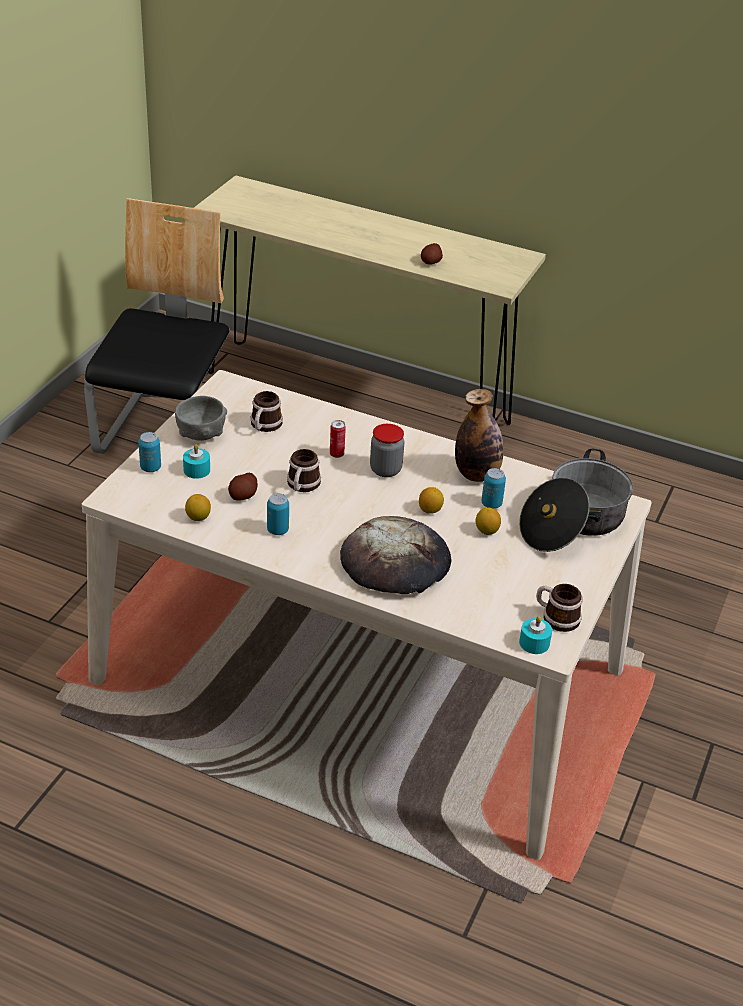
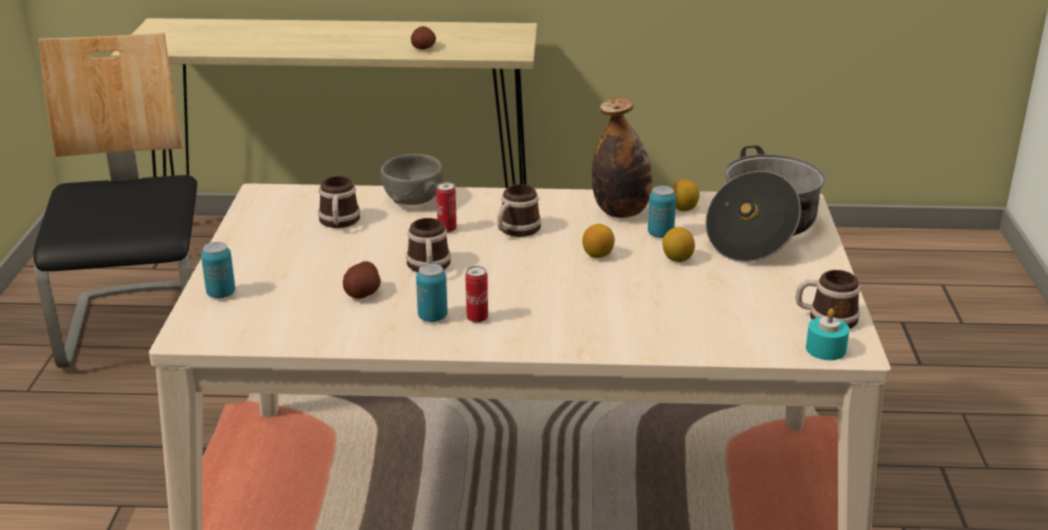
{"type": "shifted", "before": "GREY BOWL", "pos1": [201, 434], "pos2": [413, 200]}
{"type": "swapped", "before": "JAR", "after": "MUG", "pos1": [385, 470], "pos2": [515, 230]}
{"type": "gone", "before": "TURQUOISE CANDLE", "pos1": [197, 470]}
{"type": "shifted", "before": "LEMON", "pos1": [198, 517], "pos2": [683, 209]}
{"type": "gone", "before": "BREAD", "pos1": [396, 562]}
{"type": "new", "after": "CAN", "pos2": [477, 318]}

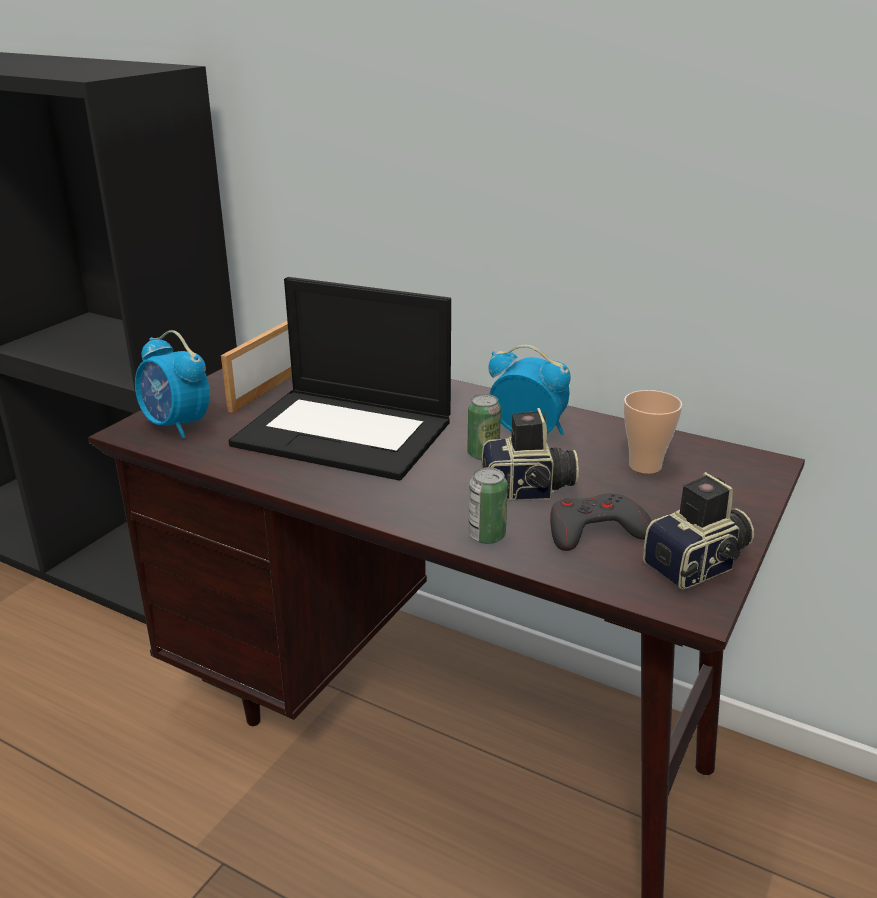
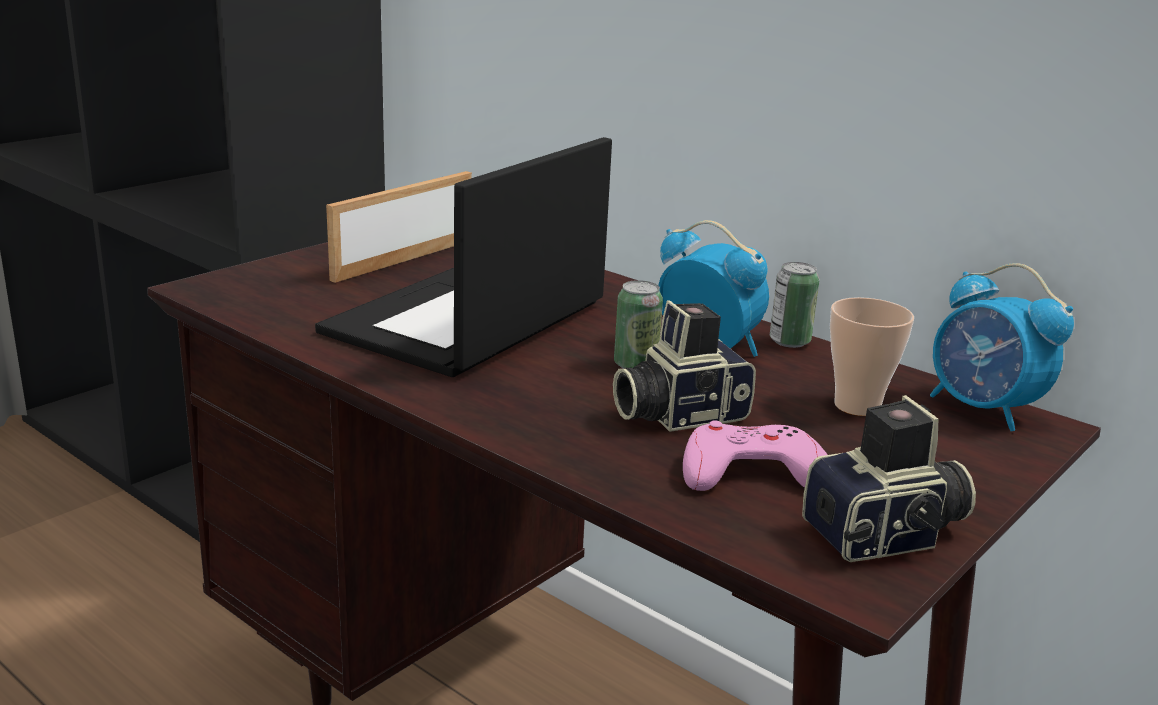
{"type": "rotated", "before": "LAPTOP", "pos1": [347, 432], "pos2": [467, 320], "turn": 90}
{"type": "shifted", "before": "ALARM CLOCK", "pos1": [176, 425], "pos2": [983, 410]}
{"type": "rotated", "before": "PHOTO CAMERA", "pos1": [528, 491], "pos2": [678, 414], "turn": 150}
{"type": "shifted", "before": "CAN", "pos1": [486, 536], "pos2": [789, 341]}
{"type": "repainted", "before": "GREY GAME CONTROLLER", "after": "PINK GAME CONTROLLER", "pos1": [595, 530], "pos2": [751, 472]}

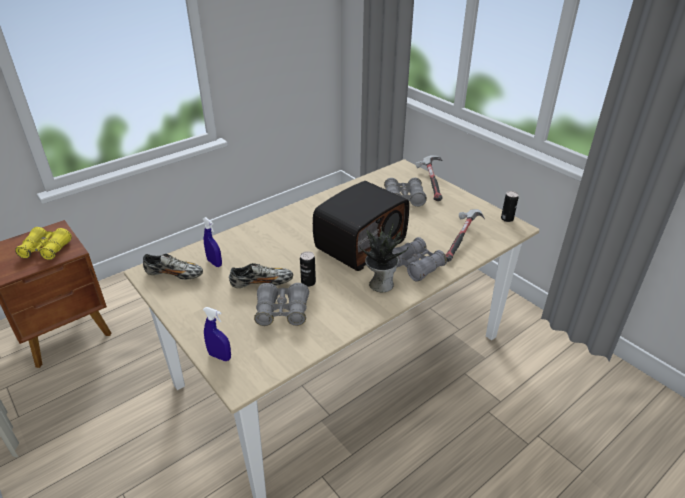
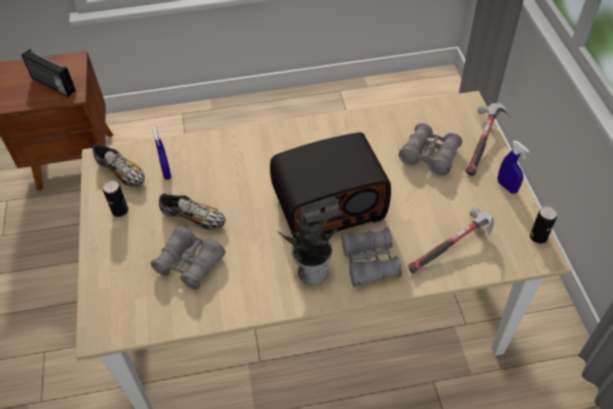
{"type": "swapped", "before": "YELLOW BINOCULARS", "after": "RADIO", "pos1": [46, 250], "pos2": [52, 85]}
{"type": "shifted", "before": "CAN", "pos1": [308, 282], "pos2": [120, 210]}
{"type": "shifted", "before": "BLUE SPRAY BOTTLE", "pos1": [220, 356], "pos2": [507, 187]}

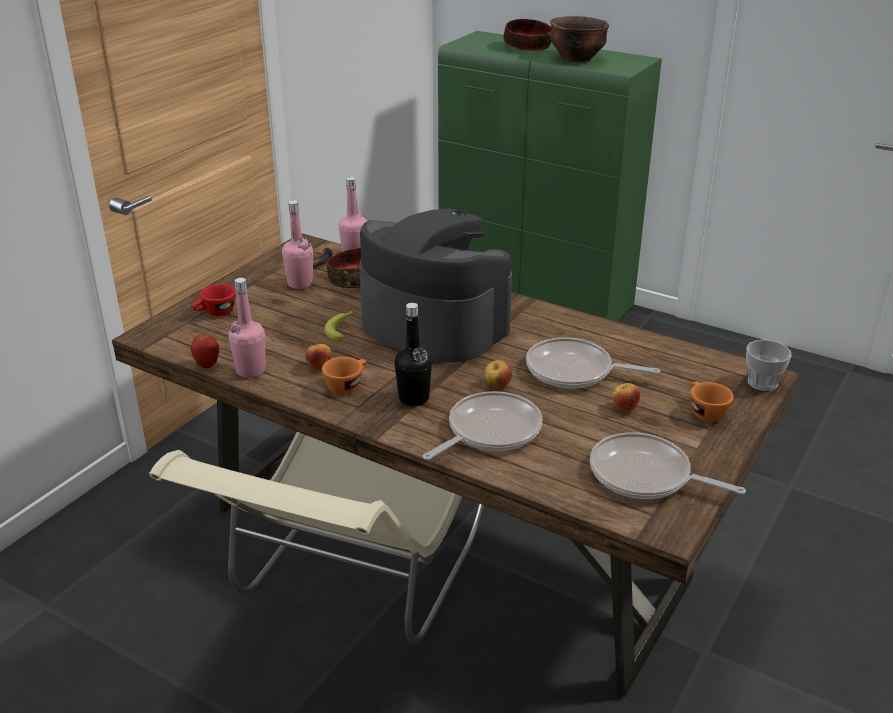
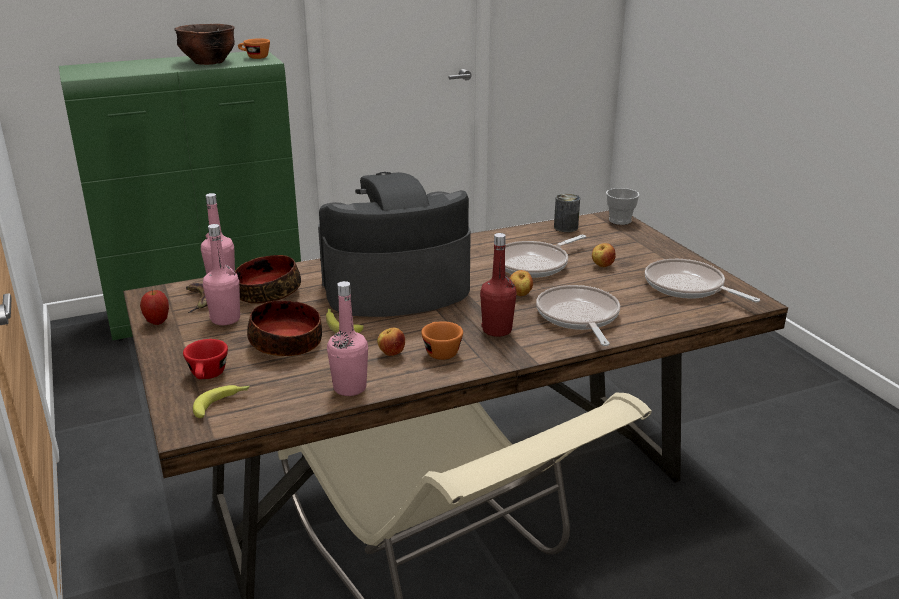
{"type": "shifted", "before": "BOWL", "pos1": [527, 47], "pos2": [286, 344]}
{"type": "repainted", "before": "BLACK BOTTLE", "after": "RED BOTTLE", "pos1": [414, 398], "pos2": [497, 330]}
{"type": "shifted", "before": "APPLE", "pos1": [207, 365], "pos2": [157, 322]}
{"type": "shifted", "before": "ORANGE CUP", "pos1": [704, 412], "pos2": [254, 57]}
{"type": "rotated", "before": "FRYING PAN", "pos1": [645, 476], "pos2": [688, 287], "turn": 75}
{"type": "new", "after": "CAN", "pos2": [565, 227]}
{"type": "new", "after": "BANANA", "pos2": [222, 404]}

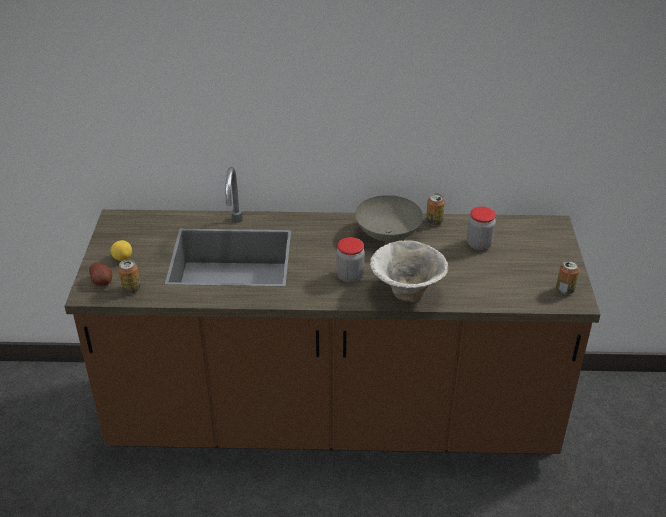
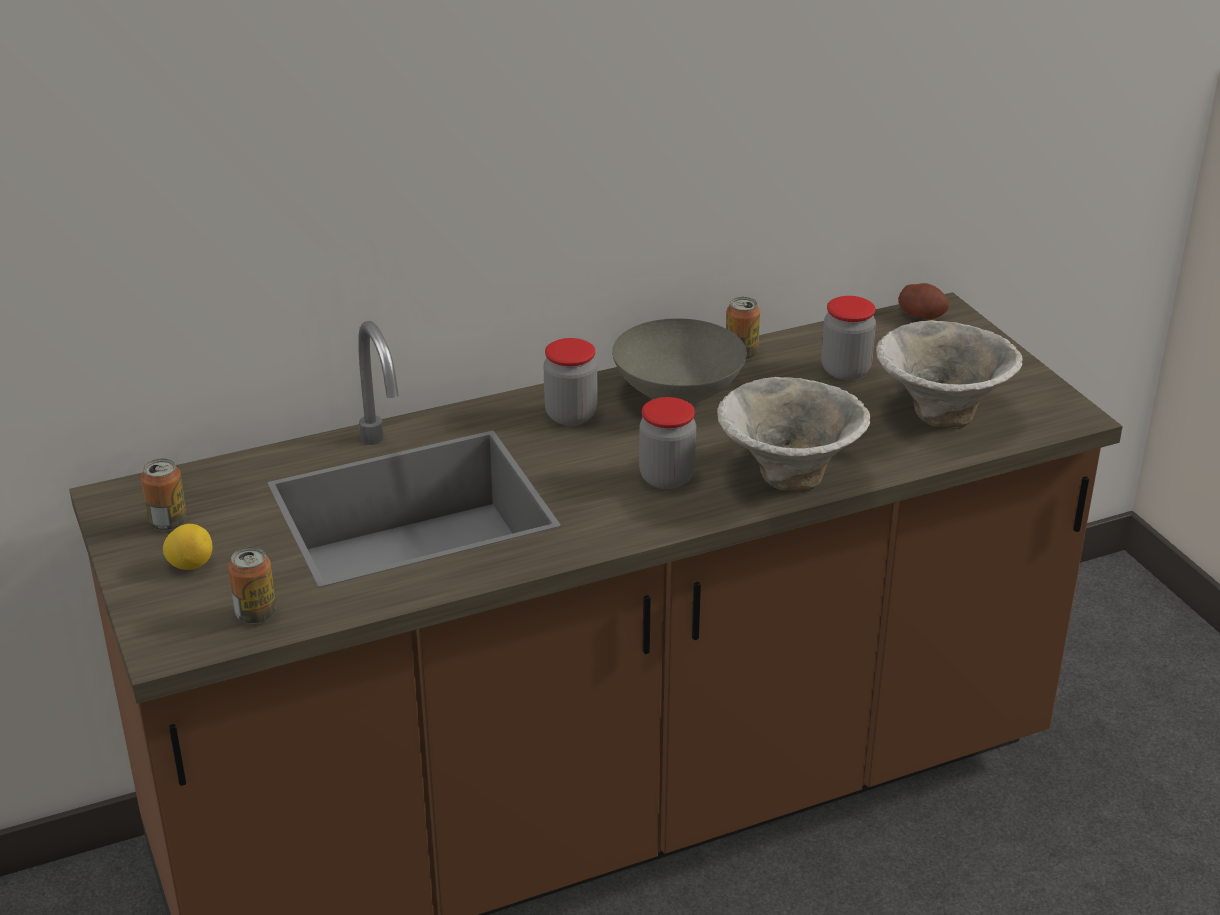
{"type": "shifted", "before": "CAN", "pos1": [565, 289], "pos2": [168, 522]}
{"type": "shifted", "before": "POTATO", "pos1": [102, 281], "pos2": [922, 315]}
{"type": "new", "after": "BOWL", "pos2": [939, 415]}
{"type": "new", "after": "JAR", "pos2": [571, 415]}

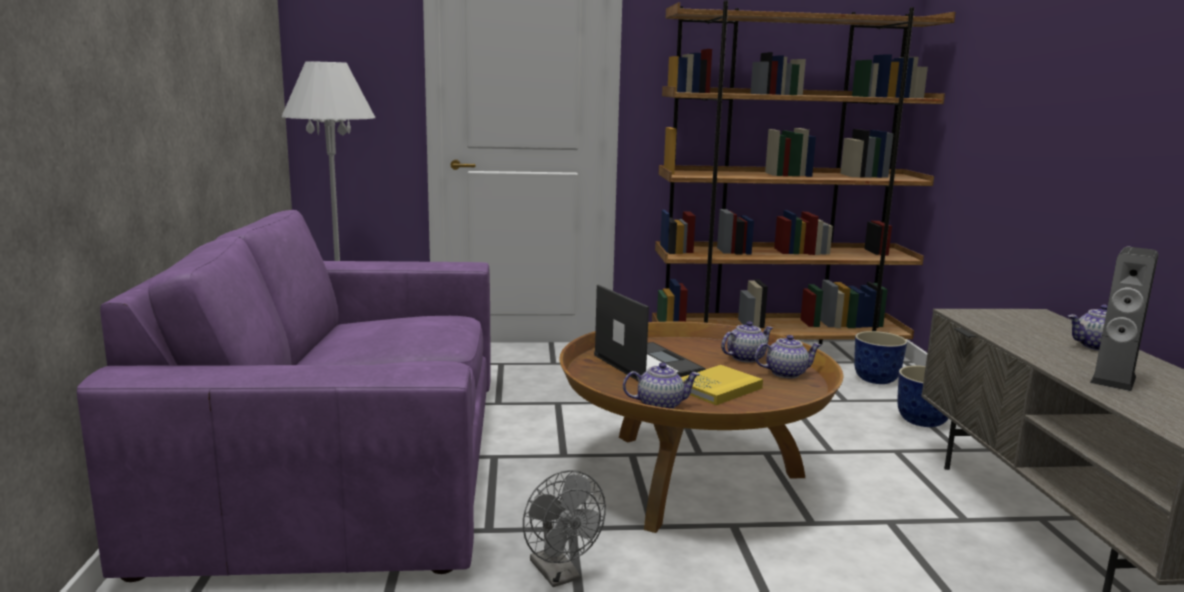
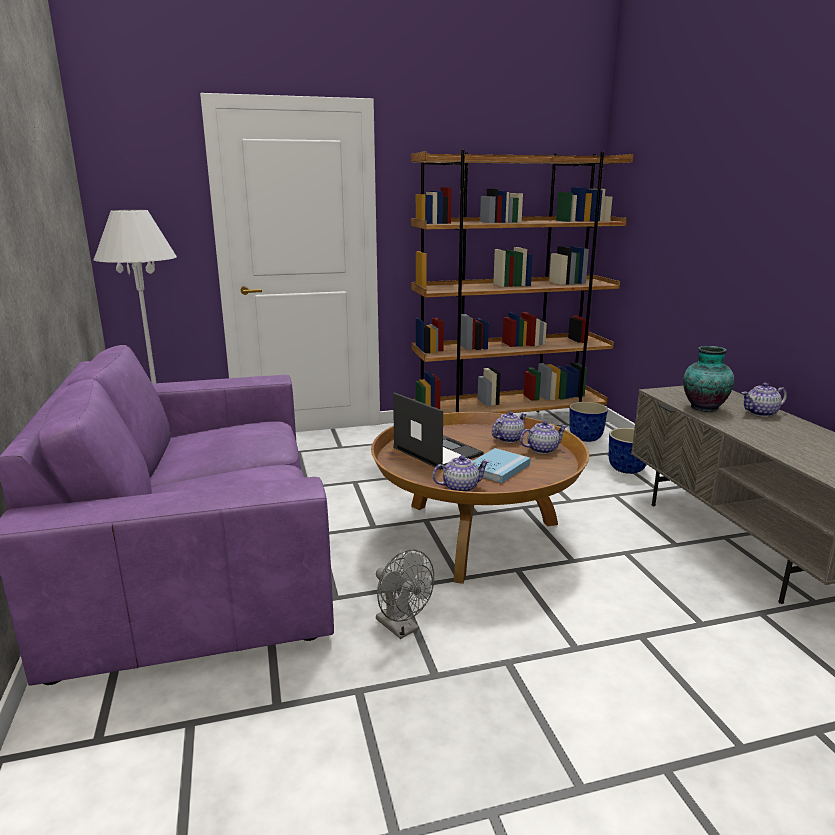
{"type": "gone", "before": "SPEAKER", "pos1": [1113, 380]}
{"type": "repainted", "before": "YELLOW BOOK", "after": "BLUE BOOK", "pos1": [718, 388], "pos2": [498, 468]}
{"type": "new", "after": "VASE", "pos2": [702, 408]}

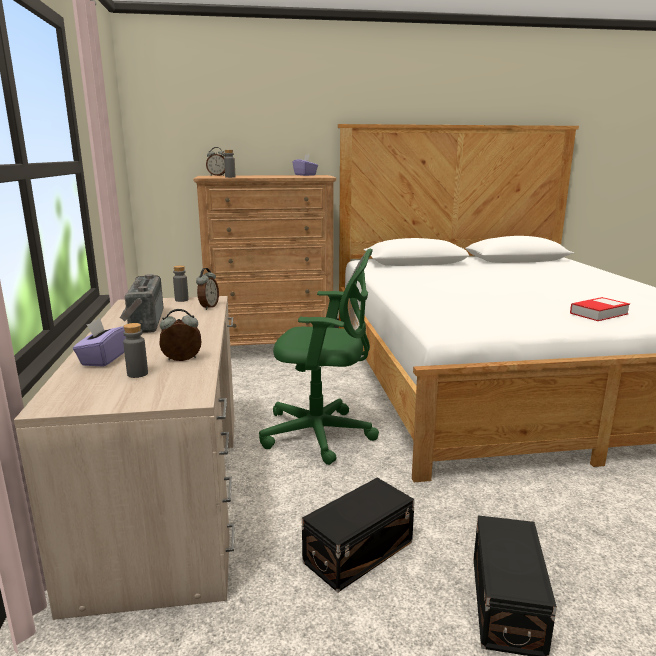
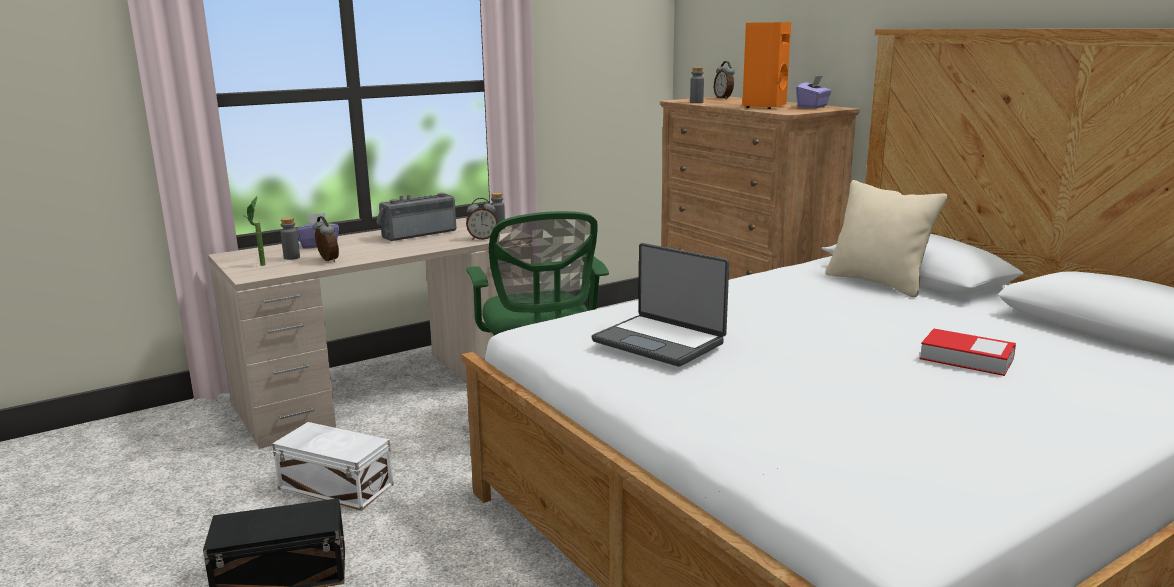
{"type": "shifted", "before": "BOOK", "pos1": [599, 313], "pos2": [966, 359]}
{"type": "repainted", "before": "BLACK STORAGE BOX", "after": "WHITE STORAGE BOX", "pos1": [356, 551], "pos2": [336, 486]}
{"type": "new", "after": "ORANGE SPEAKER", "pos2": [763, 107]}
{"type": "new", "after": "BEIGE PILLOW", "pos2": [877, 283]}
{"type": "new", "after": "POTTED PLANT", "pos2": [260, 266]}
{"type": "new", "after": "LAPTOP", "pos2": [660, 341]}

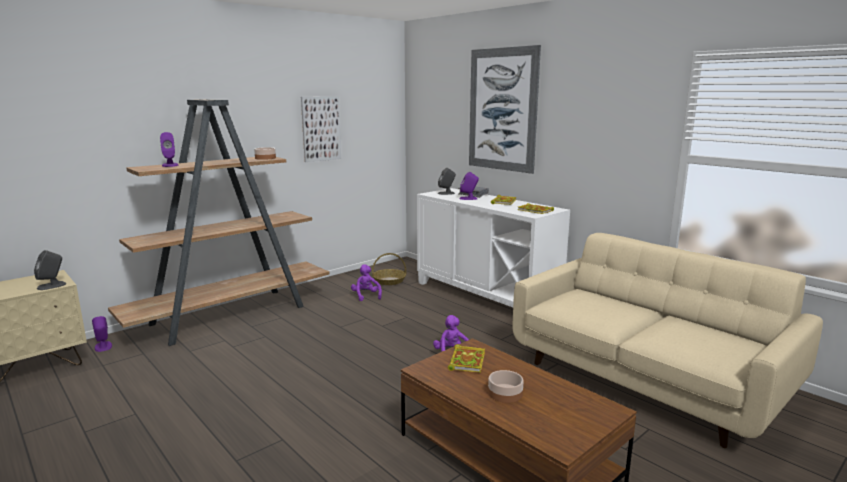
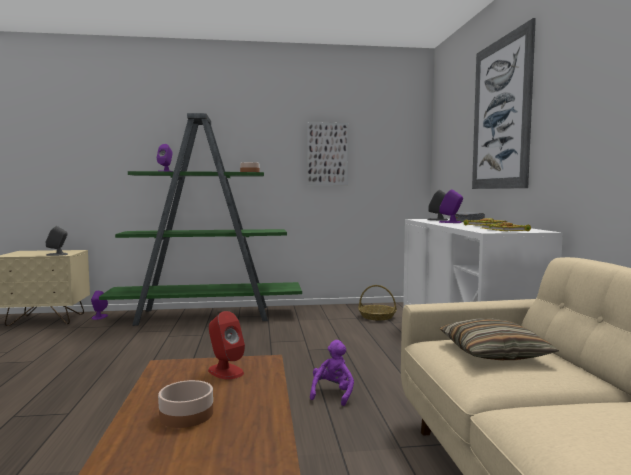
{"type": "repainted", "before": "BROWN BOOKCASE", "after": "GREEN BOOKCASE", "pos1": [231, 315], "pos2": [207, 315]}
{"type": "gone", "before": "PURPLE PLUSH TOY", "pos1": [366, 296]}
{"type": "swapped", "before": "BOOK", "after": "RED SPEAKER", "pos1": [466, 361], "pos2": [225, 371]}
{"type": "new", "after": "PILLOW", "pos2": [493, 353]}

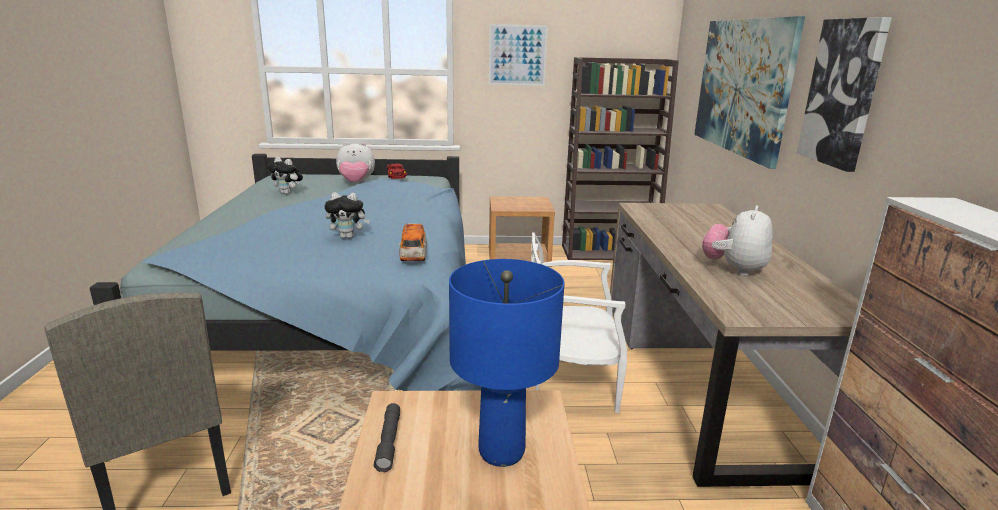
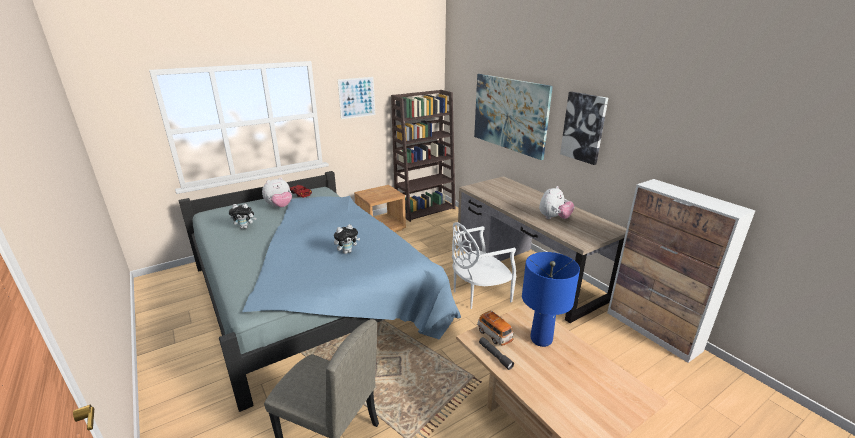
{"type": "rotated", "before": "PLUSH TOY", "pos1": [734, 269], "pos2": [554, 218], "turn": -135}
{"type": "shifted", "before": "TOY CAR", "pos1": [413, 256], "pos2": [494, 335]}

